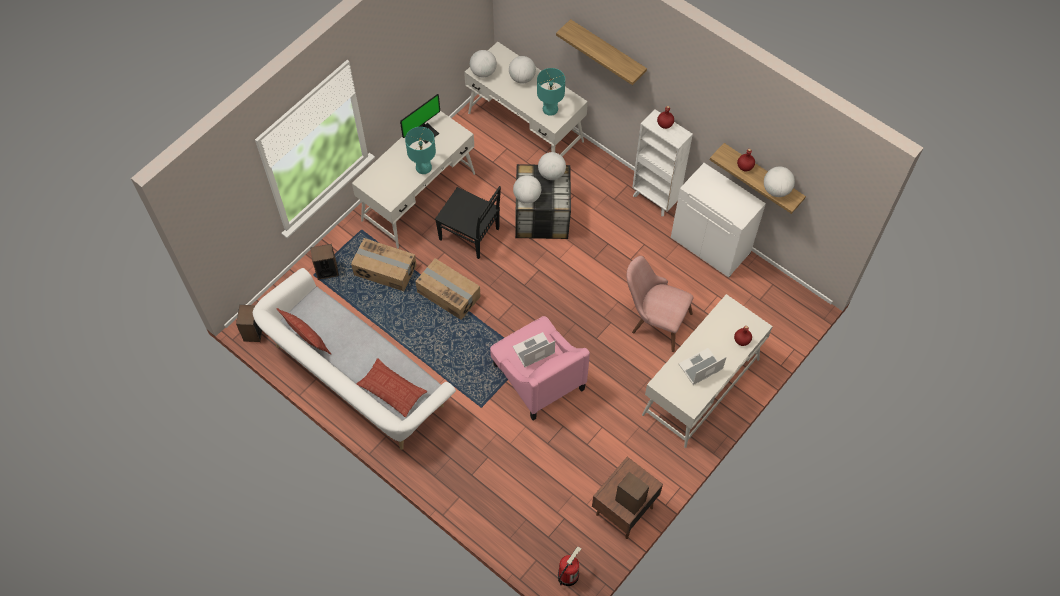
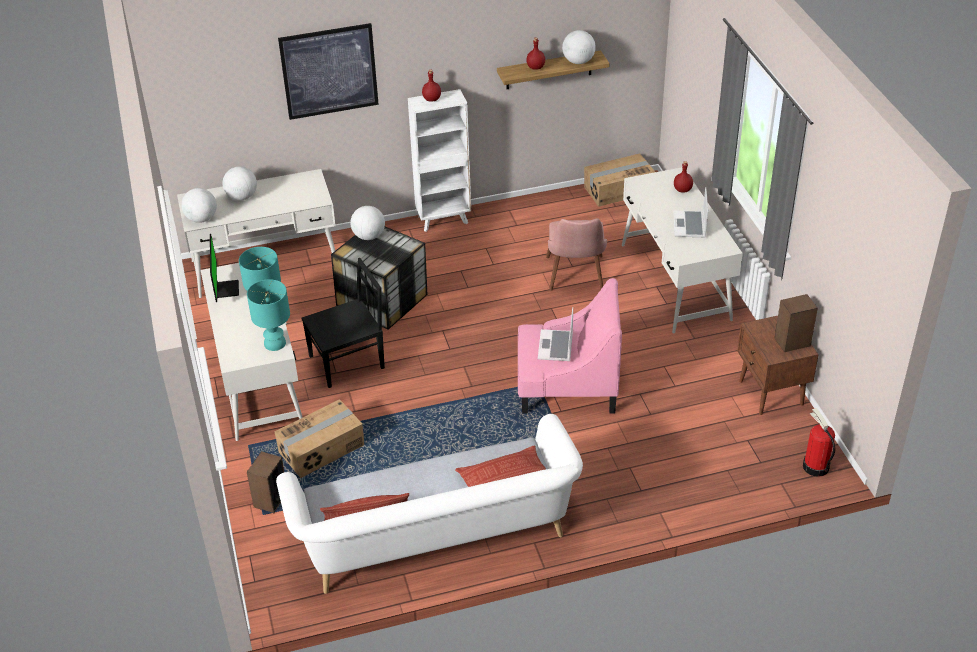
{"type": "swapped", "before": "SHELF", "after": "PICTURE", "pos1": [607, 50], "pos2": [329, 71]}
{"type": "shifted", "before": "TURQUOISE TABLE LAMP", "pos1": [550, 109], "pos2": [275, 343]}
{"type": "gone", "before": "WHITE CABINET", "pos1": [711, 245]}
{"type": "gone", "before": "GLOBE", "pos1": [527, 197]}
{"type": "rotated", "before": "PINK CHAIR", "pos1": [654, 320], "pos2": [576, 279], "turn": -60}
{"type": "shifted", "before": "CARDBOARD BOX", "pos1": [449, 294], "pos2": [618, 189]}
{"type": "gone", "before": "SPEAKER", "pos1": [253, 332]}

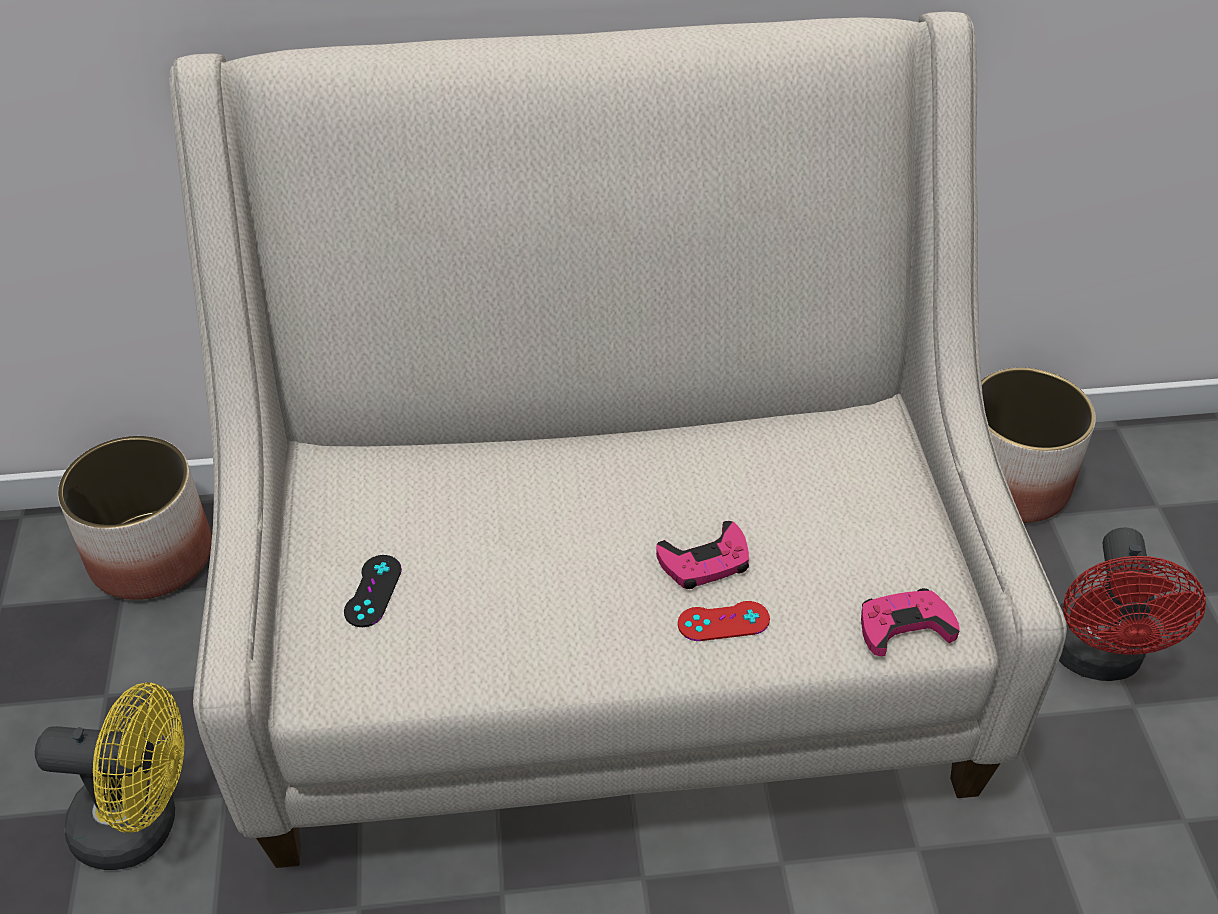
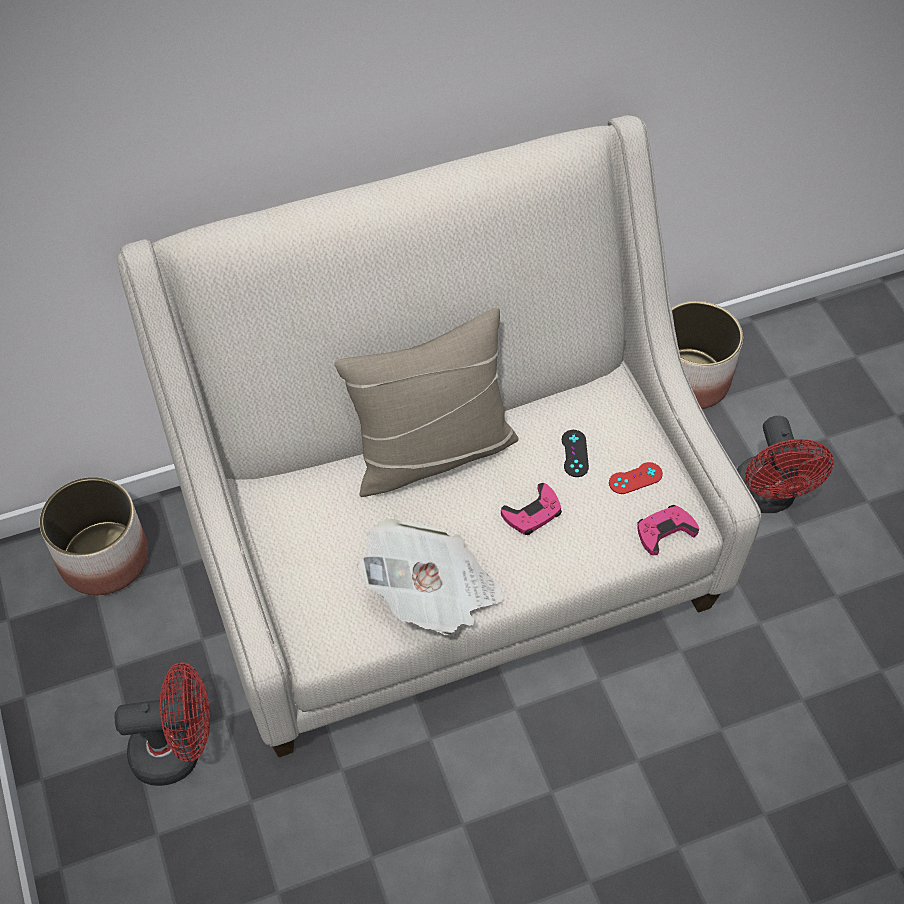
{"type": "shifted", "before": "BLACK GAME CONTROLLER", "pos1": [373, 591], "pos2": [574, 453]}
{"type": "shifted", "before": "RED GAME CONTROLLER", "pos1": [723, 621], "pos2": [635, 478]}
{"type": "repainted", "before": "YELLOW FAN", "after": "RED FAN", "pos1": [142, 825], "pos2": [178, 750]}
{"type": "new", "after": "BEIGE PILLOW", "pos2": [431, 452]}
{"type": "new", "after": "NEWSPAPER", "pos2": [432, 593]}

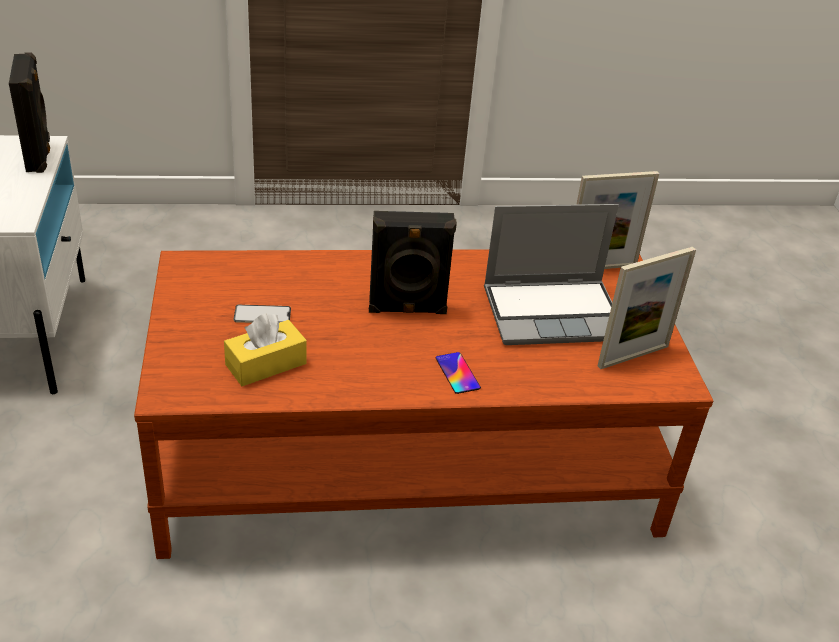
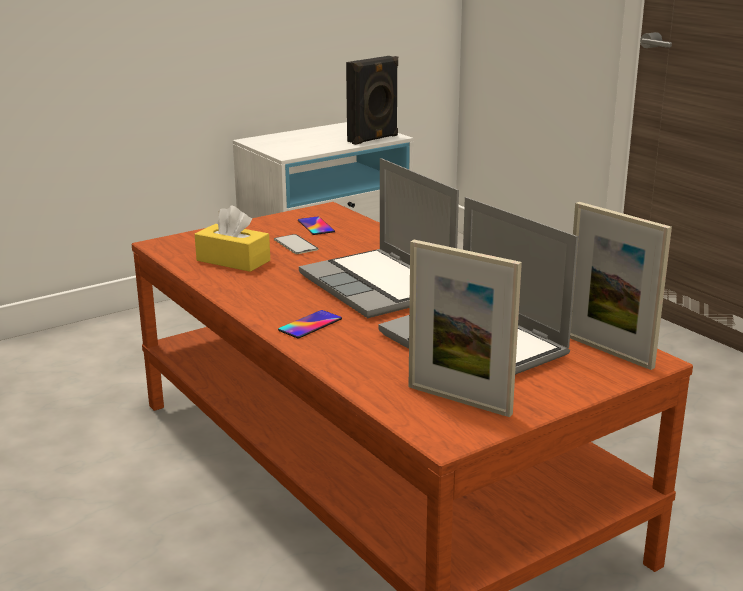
{"type": "swapped", "before": "BLACK SPEAKER", "after": "LAPTOP", "pos1": [407, 309], "pos2": [379, 286]}
{"type": "new", "after": "PHONE", "pos2": [316, 226]}

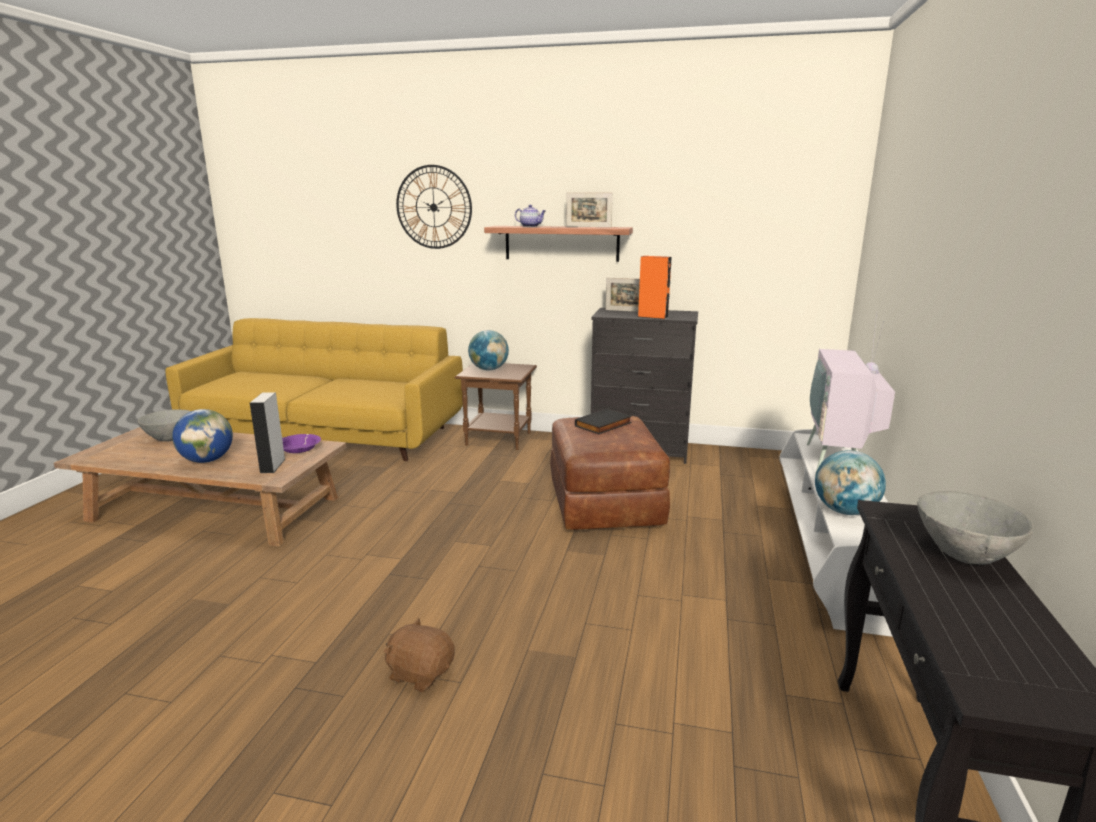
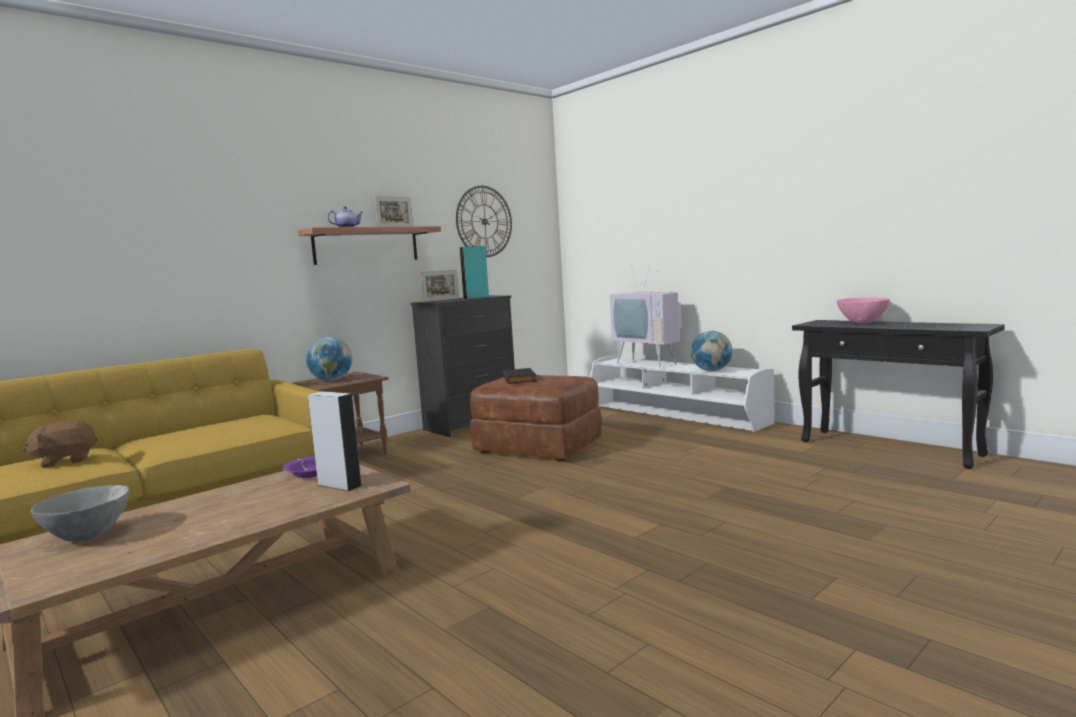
{"type": "shifted", "before": "WALL CLOCK", "pos1": [433, 207], "pos2": [484, 221]}
{"type": "repainted", "before": "ORANGE SPEAKER", "after": "TURQUOISE SPEAKER", "pos1": [653, 317], "pos2": [476, 298]}
{"type": "gone", "before": "GLOBE", "pos1": [207, 460]}
{"type": "repainted", "before": "GREY BOWL", "after": "PINK BOWL", "pos1": [964, 556], "pos2": [862, 323]}
{"type": "shifted", "before": "BROWN PLUSH TOY", "pos1": [420, 673], "pos2": [65, 461]}

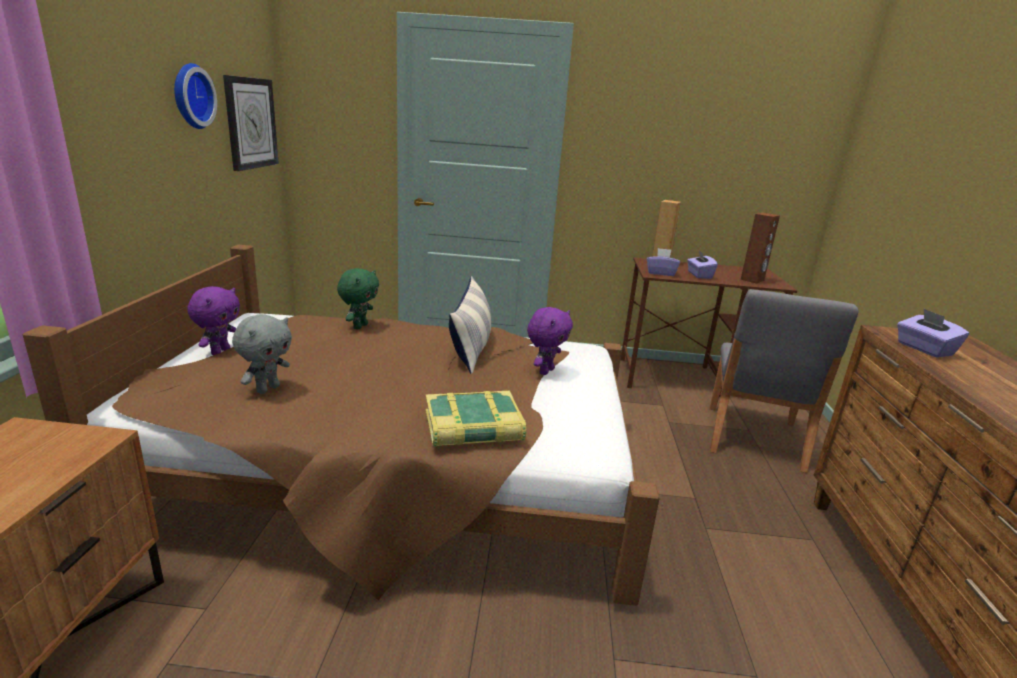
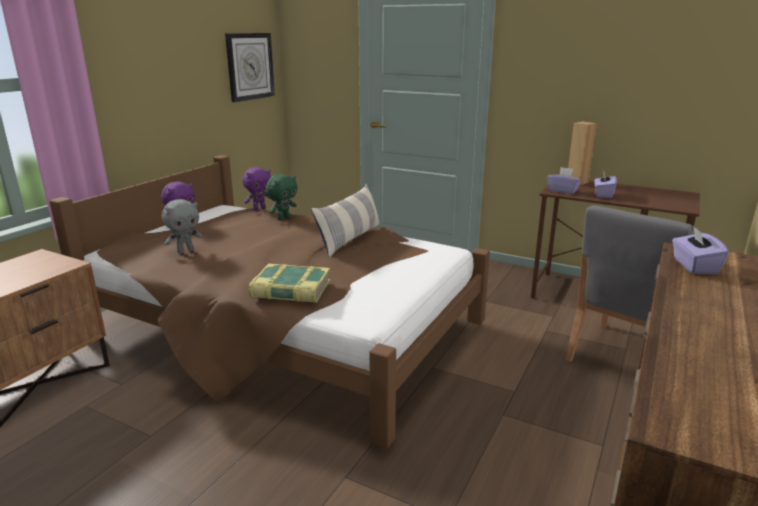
{"type": "gone", "before": "WALL CLOCK", "pos1": [190, 96]}
{"type": "gone", "before": "BROWN SPEAKER", "pos1": [752, 280]}
{"type": "shifted", "before": "PURPLE PLUSH TOY", "pos1": [545, 371], "pos2": [259, 209]}

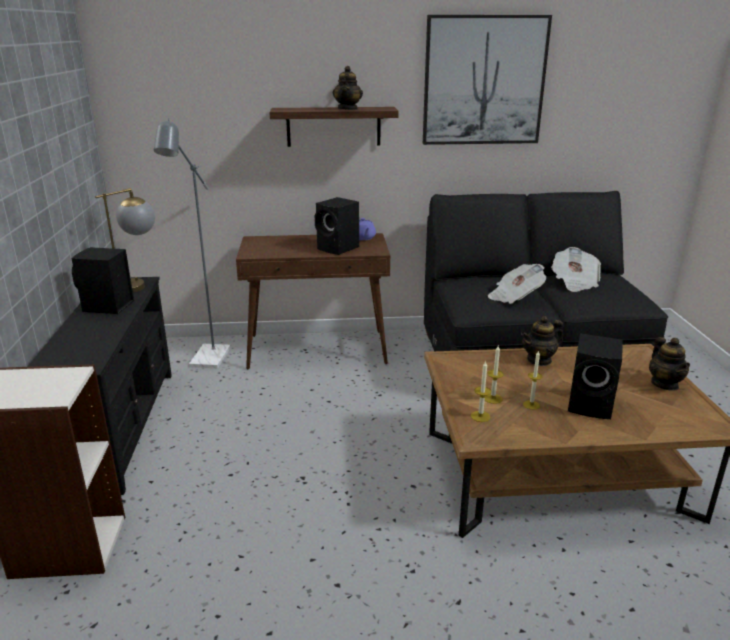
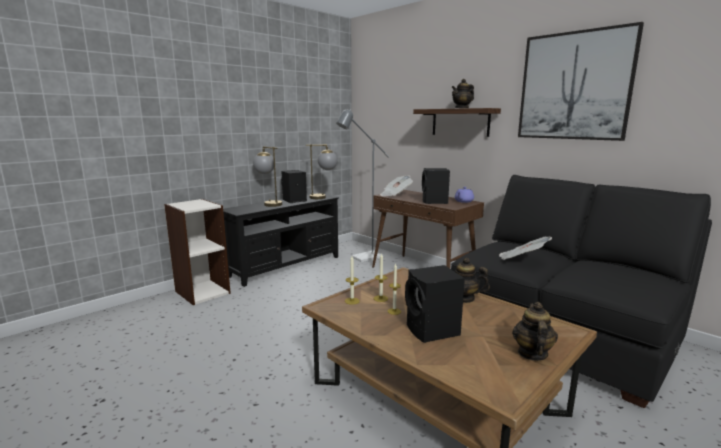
{"type": "shifted", "before": "NEWSPAPER", "pos1": [574, 282], "pos2": [395, 194]}
{"type": "rotated", "before": "TEAPOT", "pos1": [665, 384], "pos2": [532, 353], "turn": 150}
{"type": "new", "after": "TABLE LAMP", "pos2": [269, 204]}

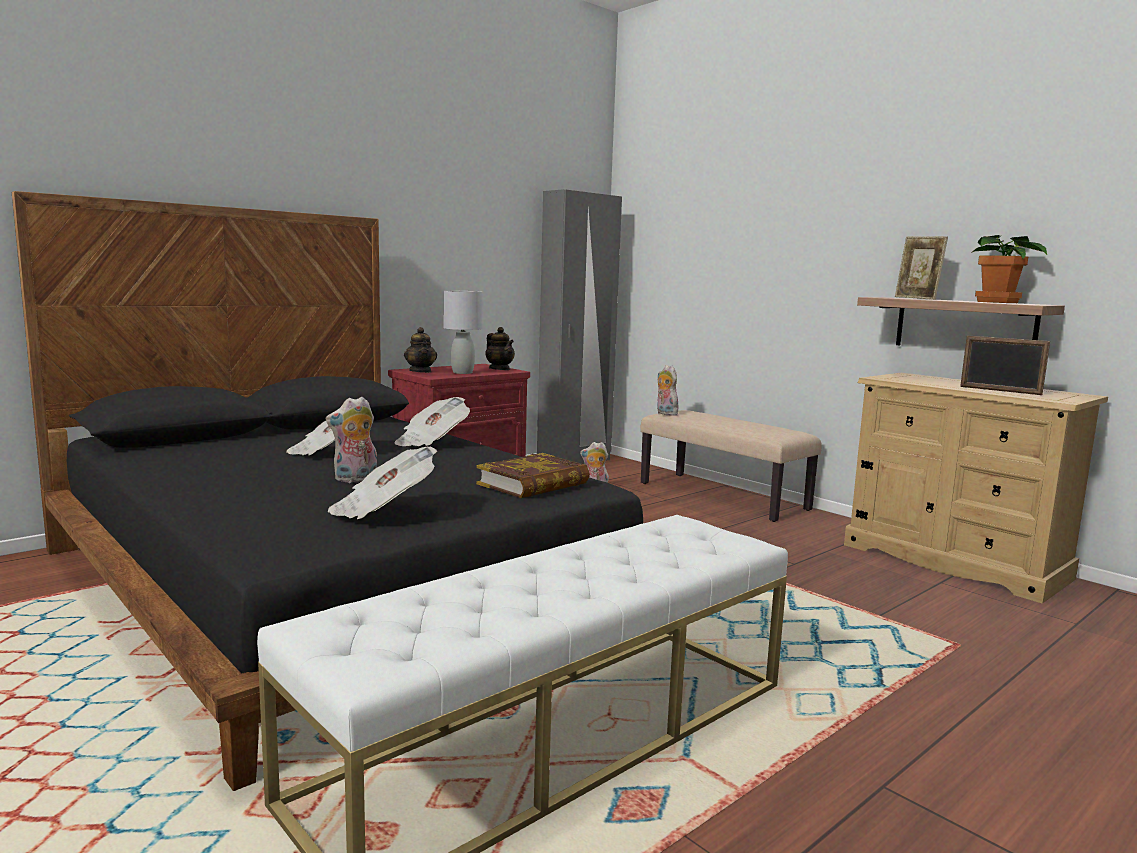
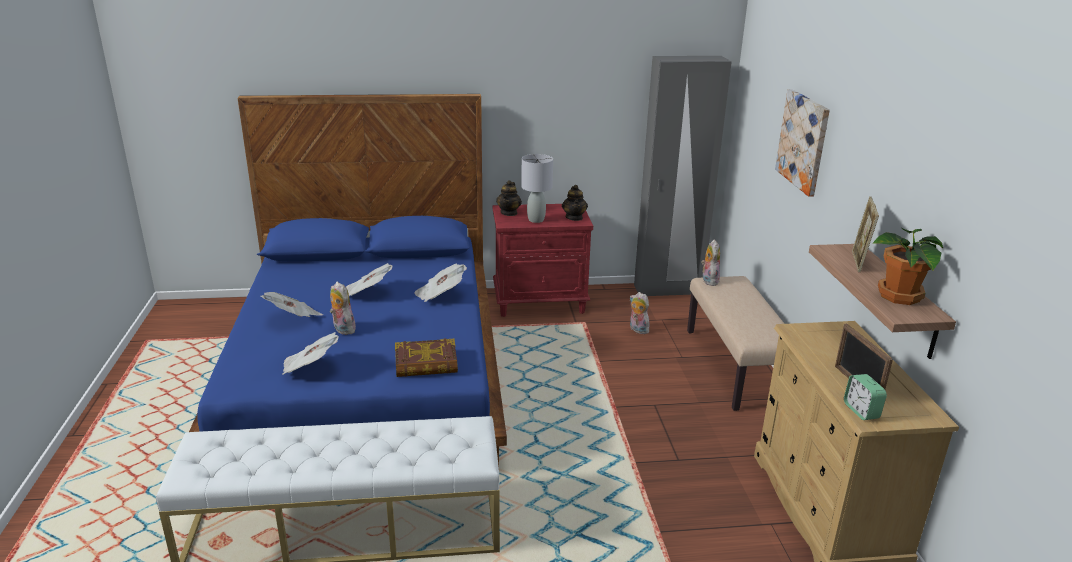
{"type": "repainted", "before": "BLACK BED", "after": "BLUE BED", "pos1": [333, 584], "pos2": [368, 372]}
{"type": "rotated", "before": "PLUSH TOY", "pos1": [355, 480], "pos2": [342, 329], "turn": 45}
{"type": "new", "after": "PICTURE", "pos2": [803, 141]}
{"type": "new", "after": "NEWSPAPER", "pos2": [294, 318]}
{"type": "new", "after": "ALARM CLOCK", "pos2": [861, 411]}

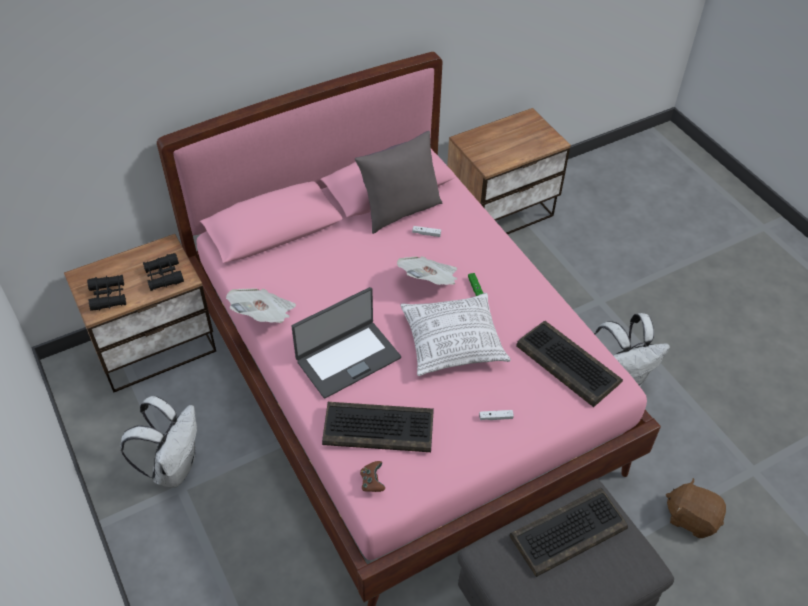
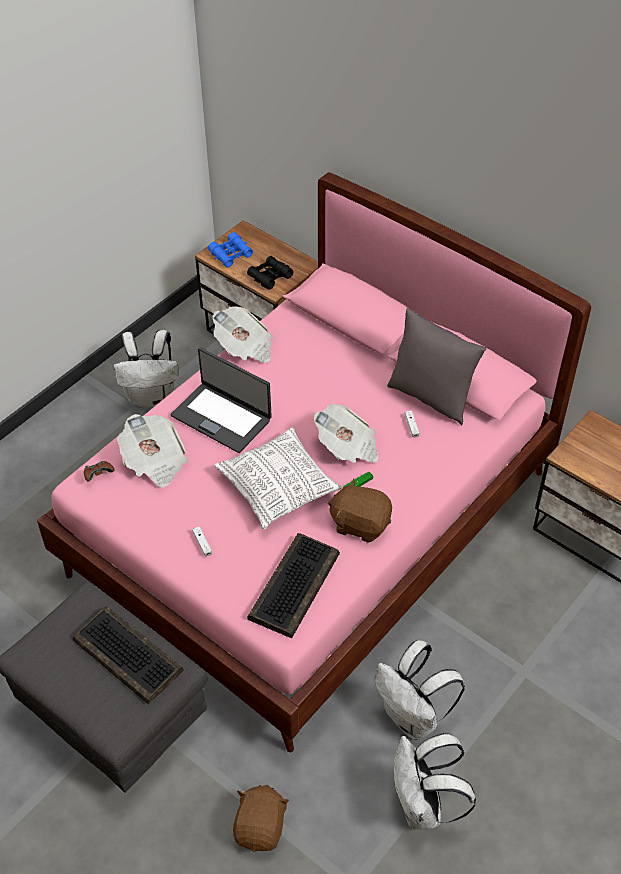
{"type": "repainted", "before": "BLACK BINOCULARS", "after": "BLUE BINOCULARS", "pos1": [108, 296], "pos2": [231, 254]}
{"type": "swapped", "before": "KEYBOARD", "after": "NEWSPAPER", "pos1": [379, 427], "pos2": [154, 462]}
{"type": "new", "after": "BROWN PLUSH TOY", "pos2": [360, 523]}
{"type": "new", "after": "WHITE BACKPACK", "pos2": [423, 806]}

